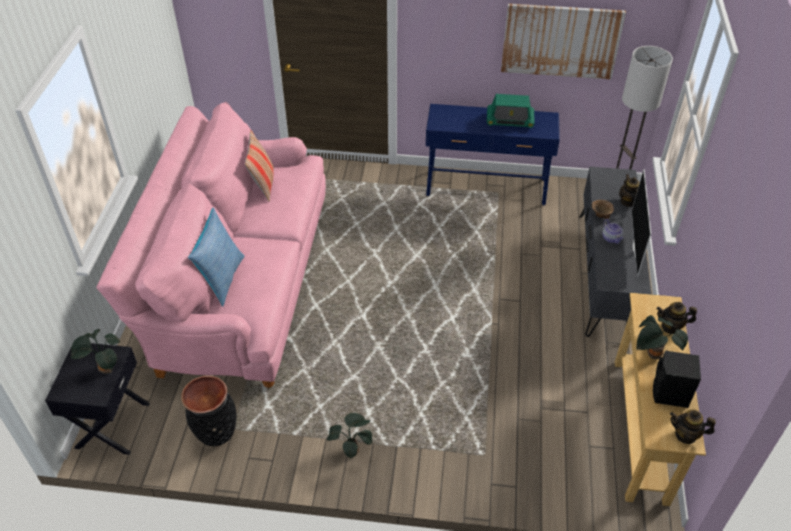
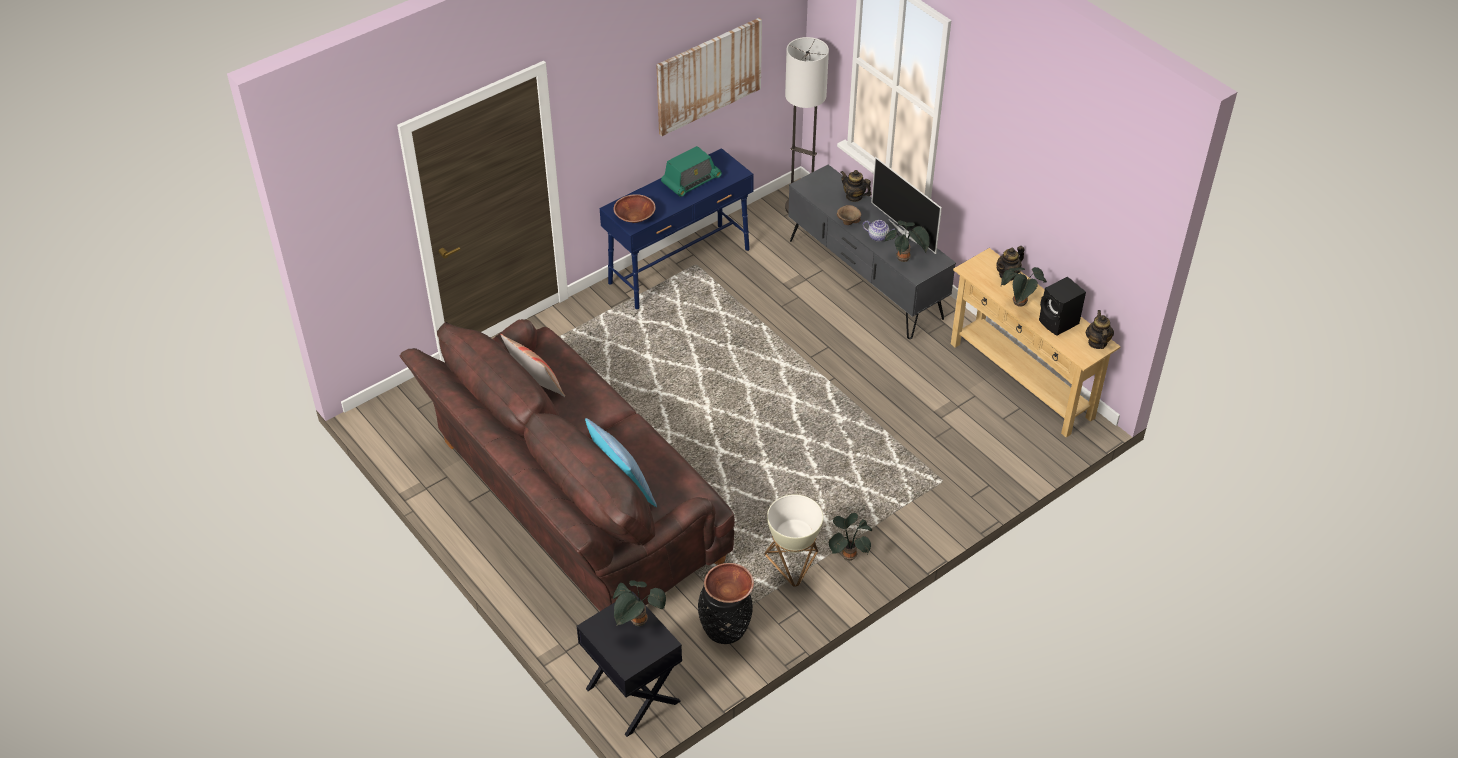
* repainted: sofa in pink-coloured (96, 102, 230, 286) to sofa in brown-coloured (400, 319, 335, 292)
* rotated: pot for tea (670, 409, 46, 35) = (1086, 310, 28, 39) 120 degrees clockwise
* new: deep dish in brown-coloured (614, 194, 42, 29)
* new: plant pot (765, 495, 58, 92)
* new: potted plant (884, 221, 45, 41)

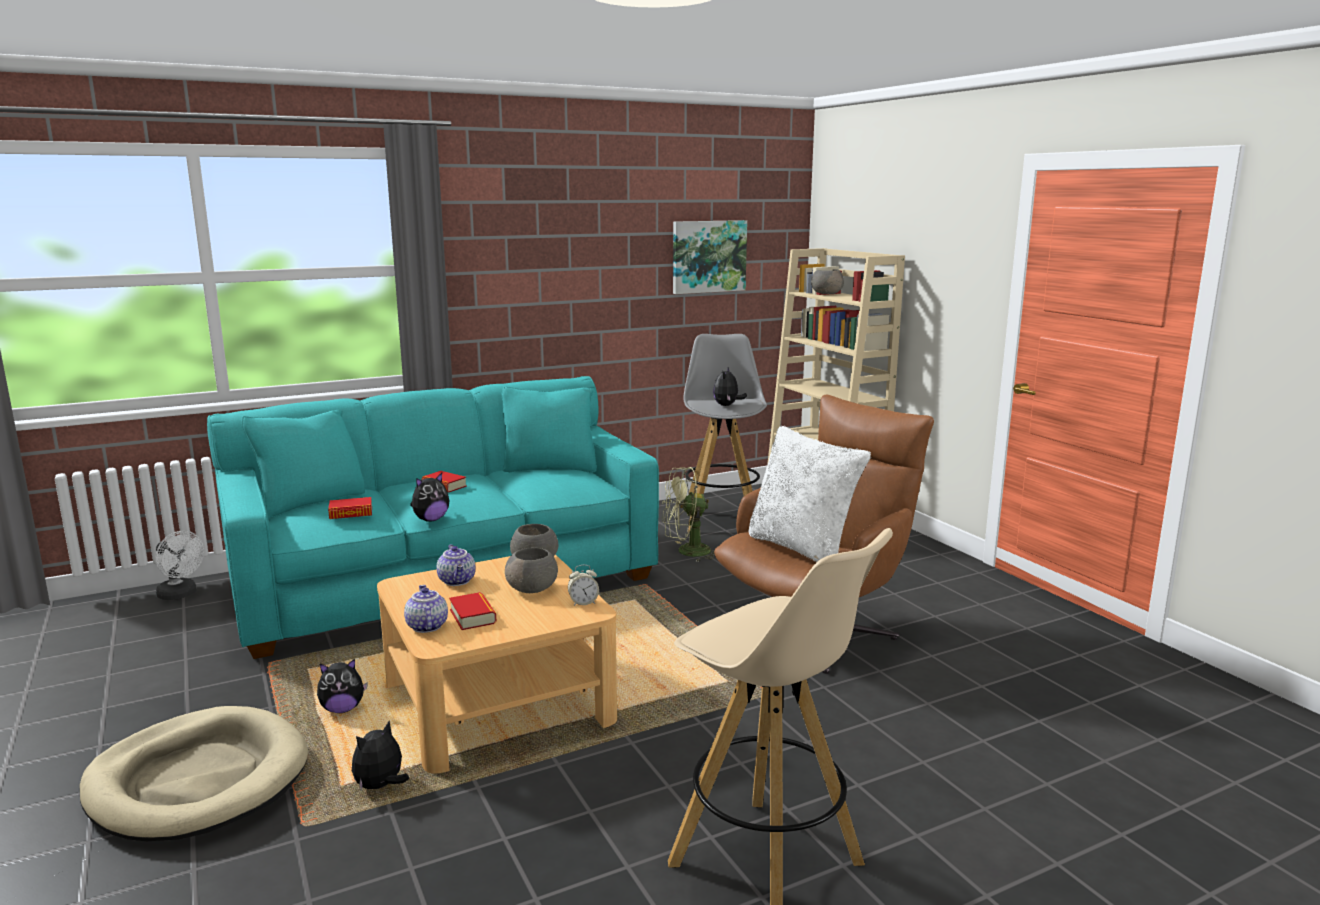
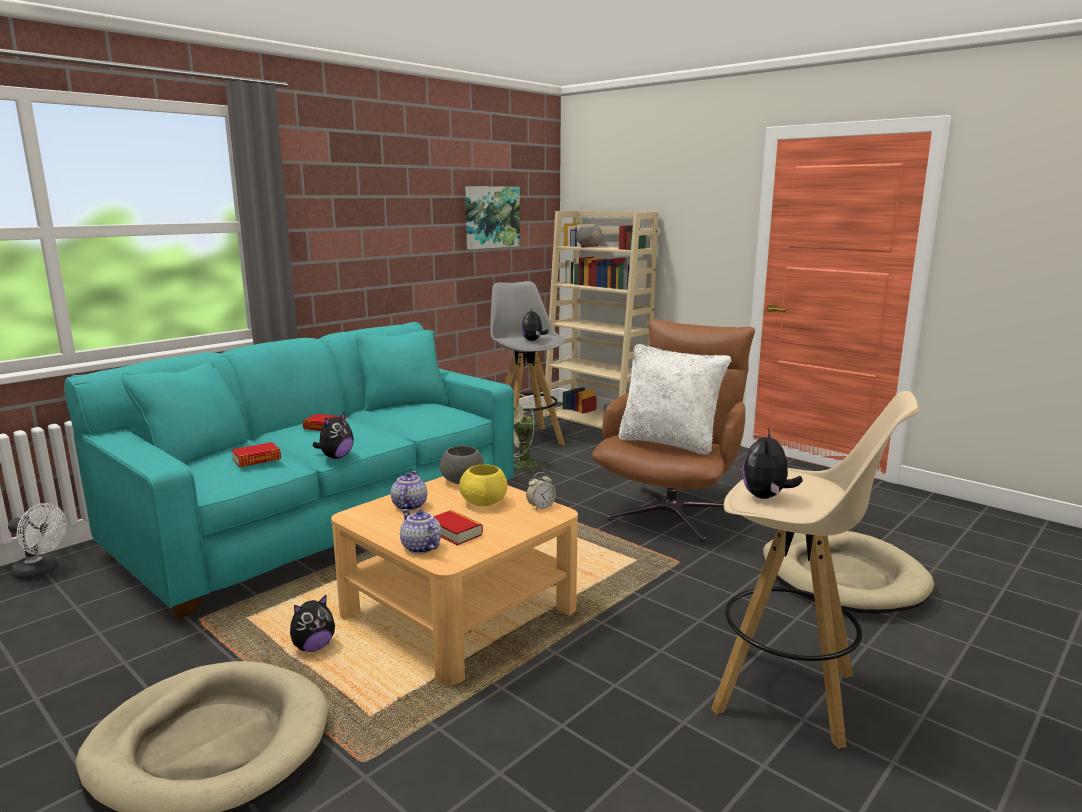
* shifted: soft toy (352, 721, 57, 70) to (742, 428, 61, 71)
* rotated: pot for tea (437, 544, 38, 42) = (391, 471, 36, 39) 135 degrees counterclockwise
* repainted: deep dish in gray (505, 547, 53, 46) to deep dish in yellowish (459, 464, 49, 42)
* new: pet bed in beige (763, 531, 171, 83)

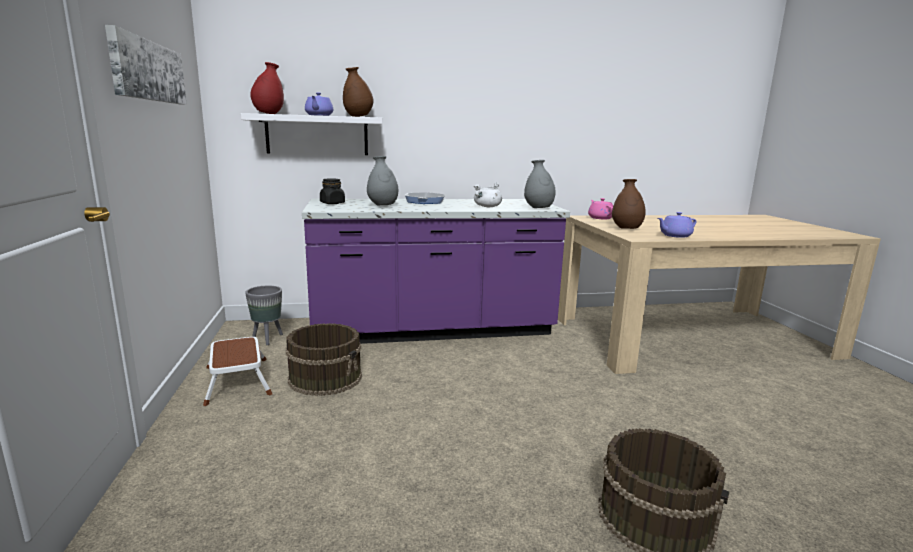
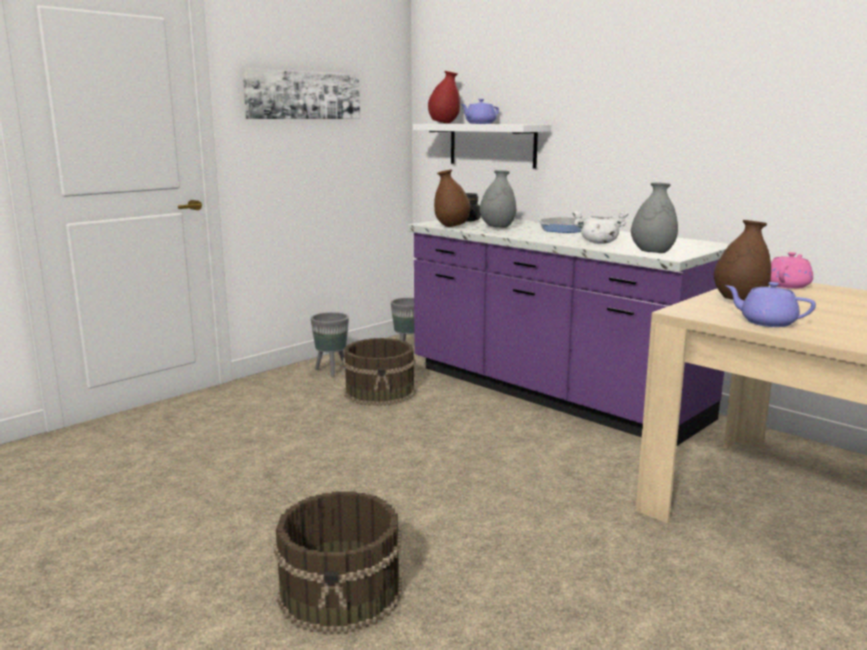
* swapped: step ladder in brown-coloured (203, 337, 69, 69) to plant pot in gray (311, 312, 38, 65)
* shifted: vase in brown-coloured (343, 67, 31, 50) to (434, 170, 37, 57)

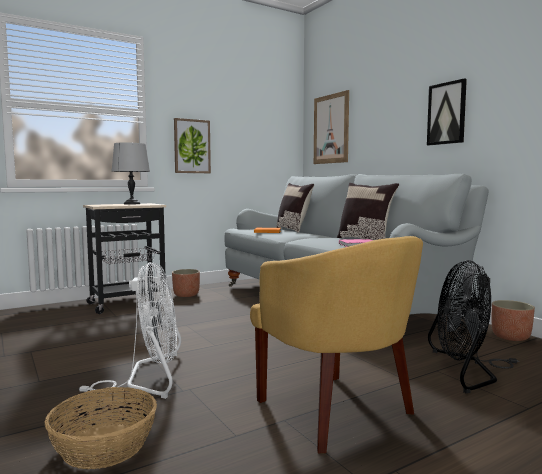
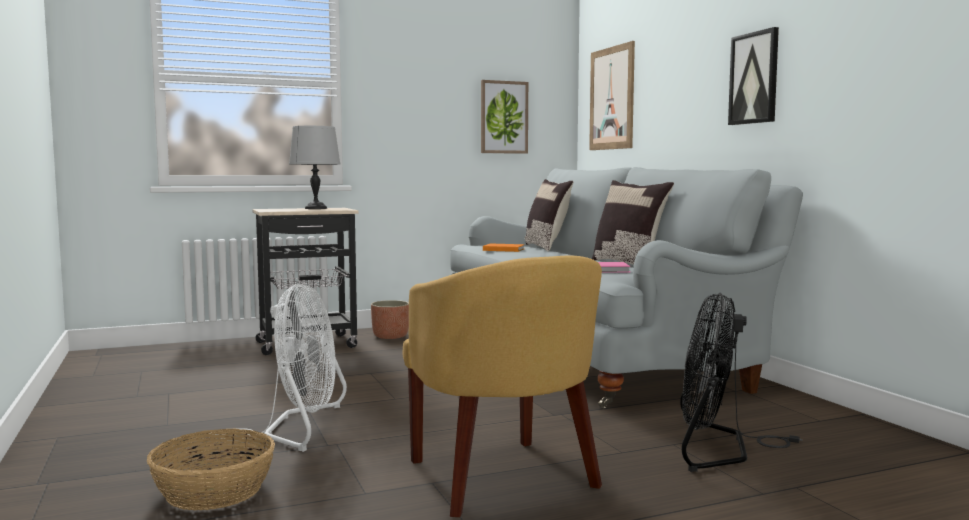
* shifted: wall picture (174, 118, 37, 55) to (481, 80, 47, 74)
* gone: plant pot (492, 300, 43, 41)

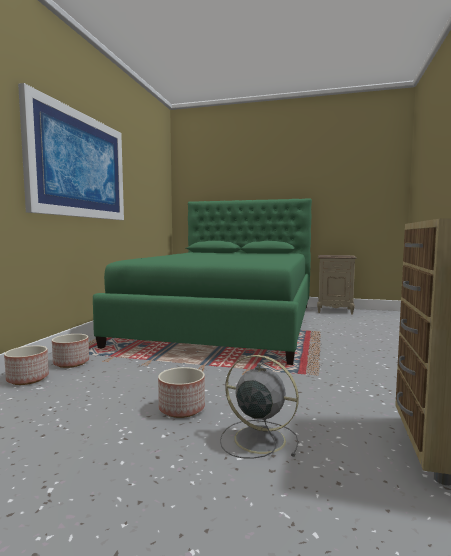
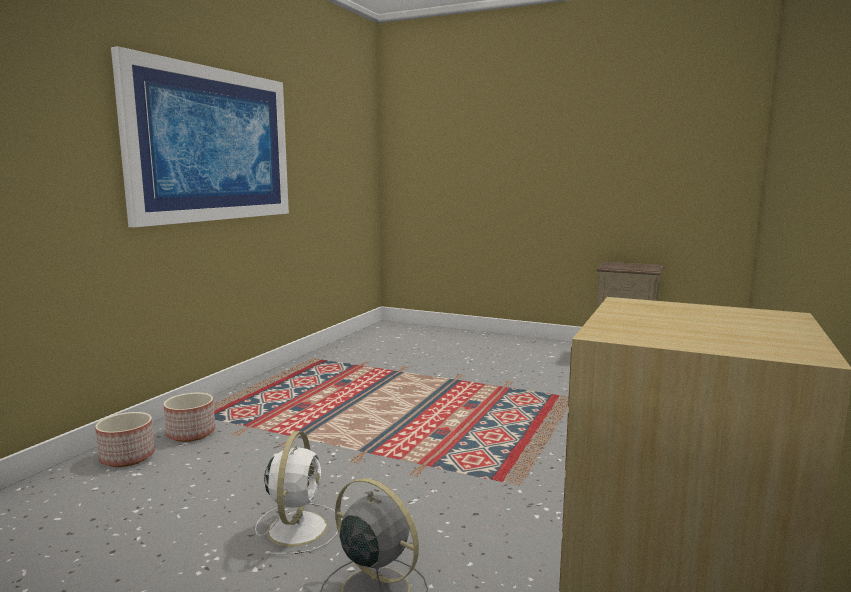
* gone: sleeping bed in green (93, 198, 219, 167)
* swapped: plant pot (158, 367, 47, 51) to electric fan in whitish (255, 431, 83, 125)

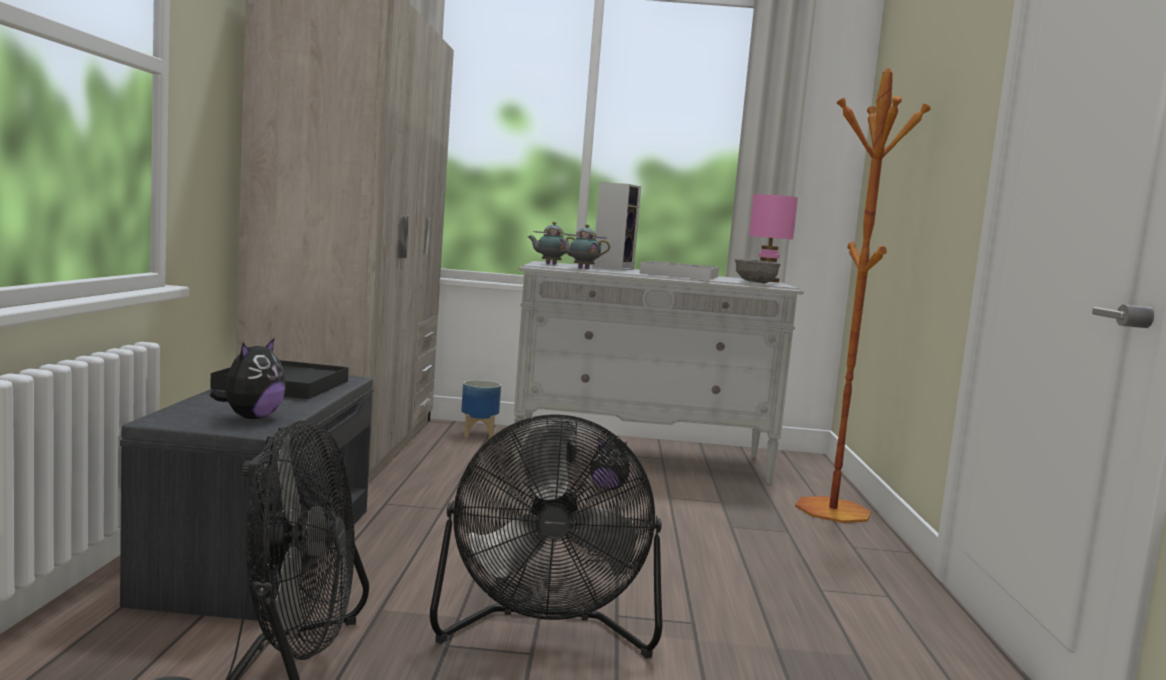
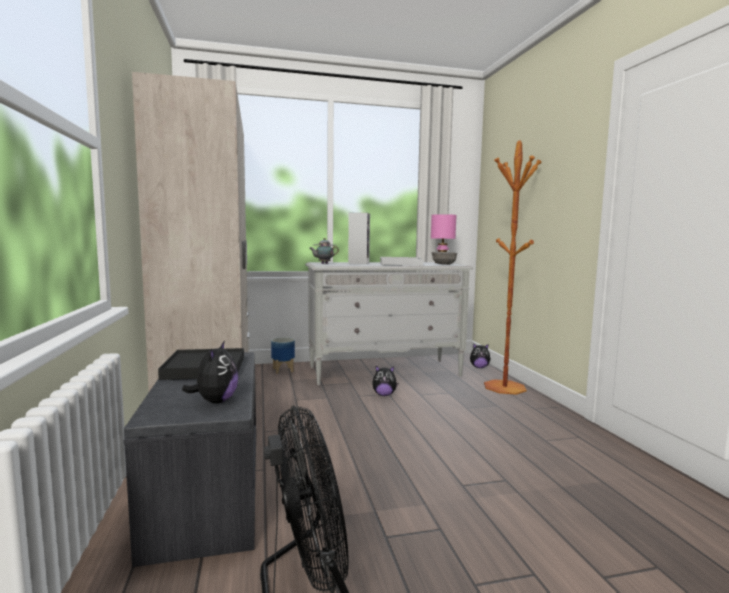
* gone: electric fan in black-coloured (430, 414, 233, 245)
* gone: pot for tea (560, 224, 50, 45)
* new: soft toy (470, 343, 21, 25)

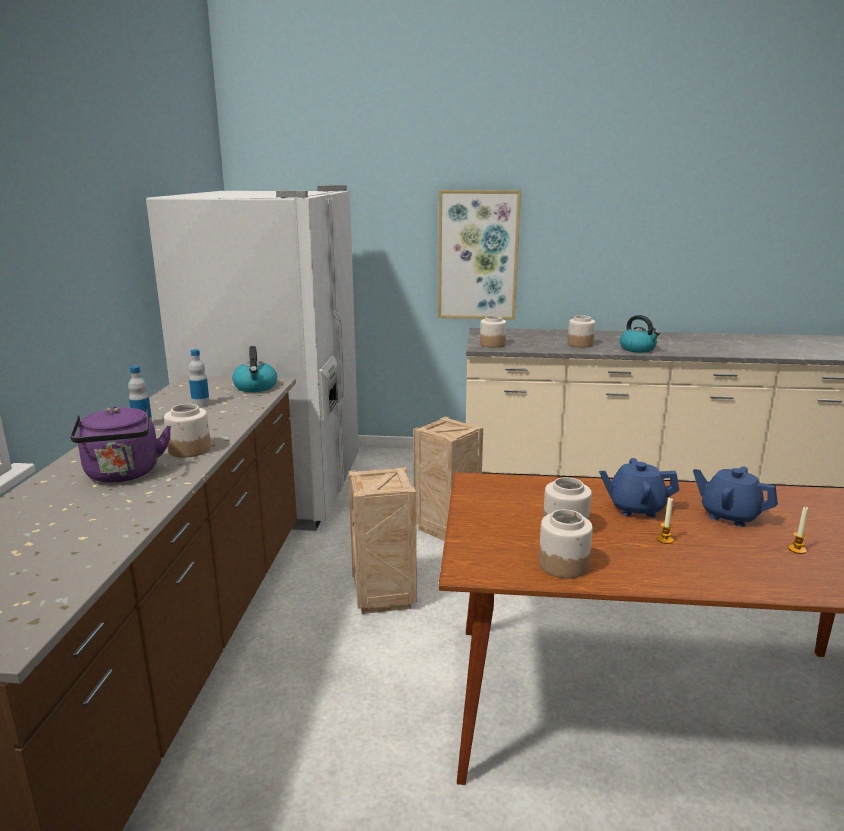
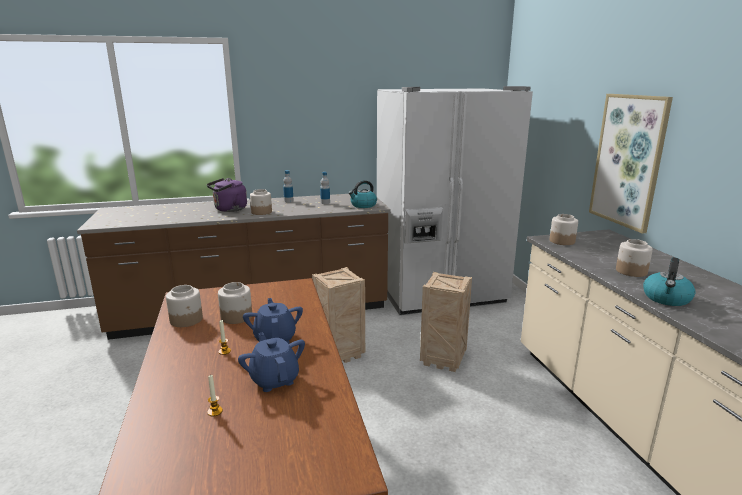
* rotated: pot for tea in blue (693, 466, 85, 61) = (238, 332, 67, 60) 45 degrees counterclockwise

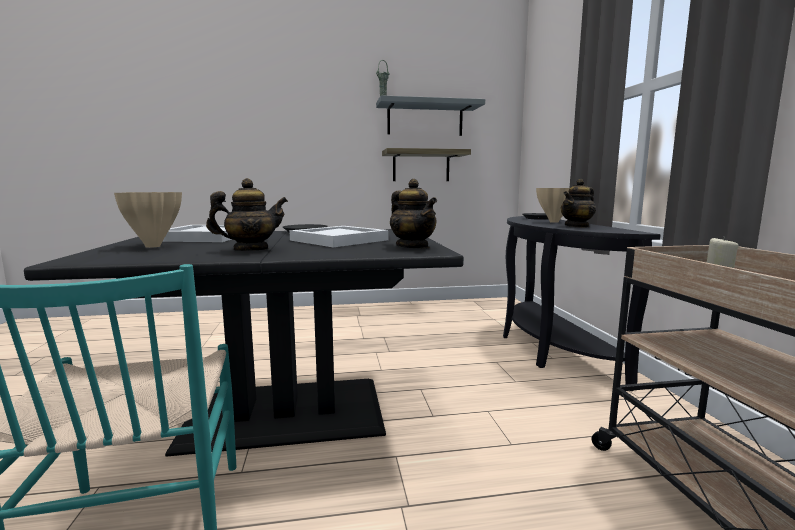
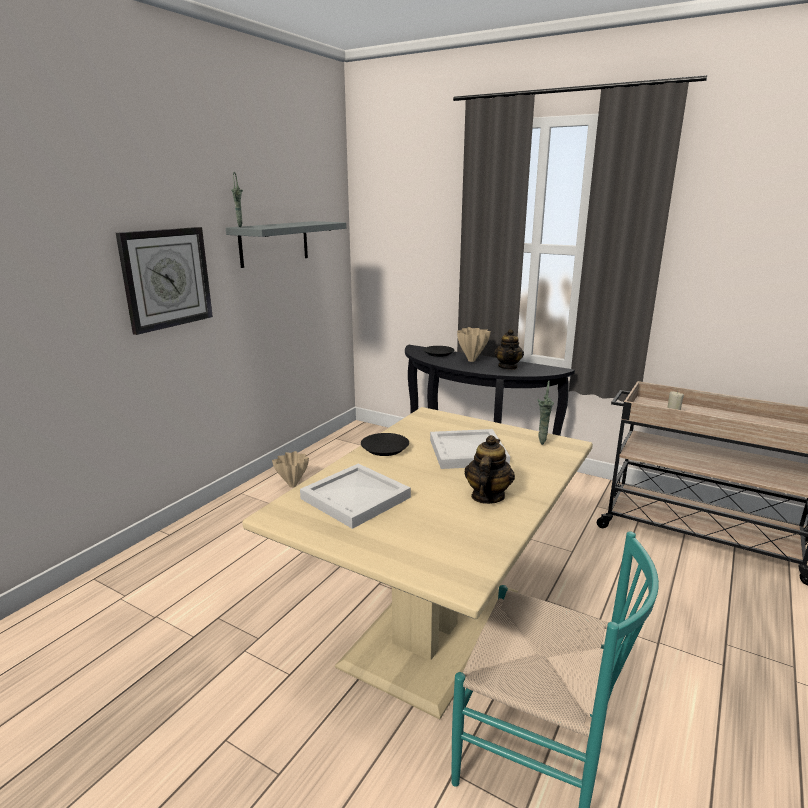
* repainted: dining table in black-coloured (24, 229, 440, 228) to dining table in beige (242, 407, 351, 312)
* shifted: vase in beige (114, 192, 68, 56) to (272, 451, 37, 37)
* gone: bracket shelf (382, 148, 89, 33)
* swapped: pot for tea (390, 179, 47, 69) to vase in green (538, 381, 16, 64)
* new: wall clock (116, 227, 97, 108)

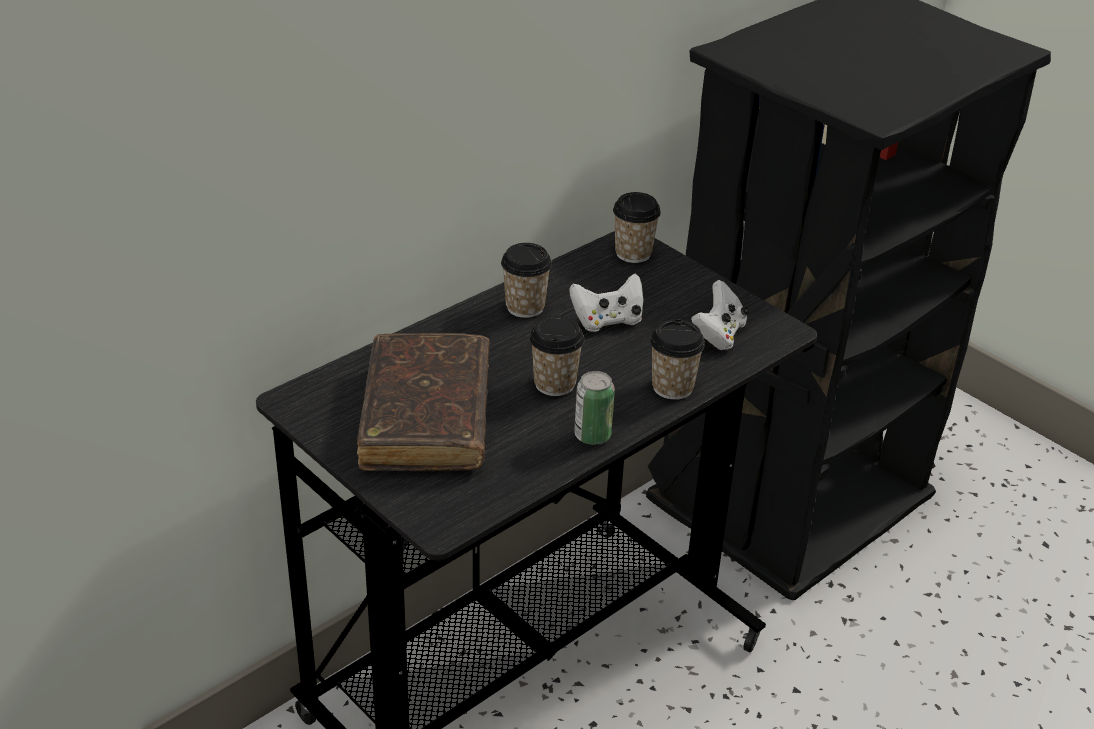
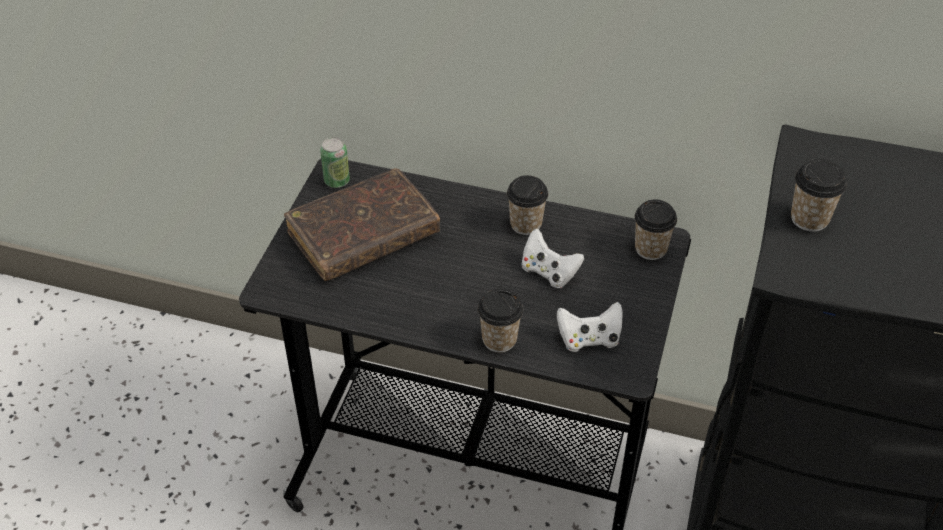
* shifted: drinking cup (530, 316, 54, 80) to (791, 159, 56, 73)
* shifted: can (574, 371, 41, 74) to (320, 137, 30, 51)

